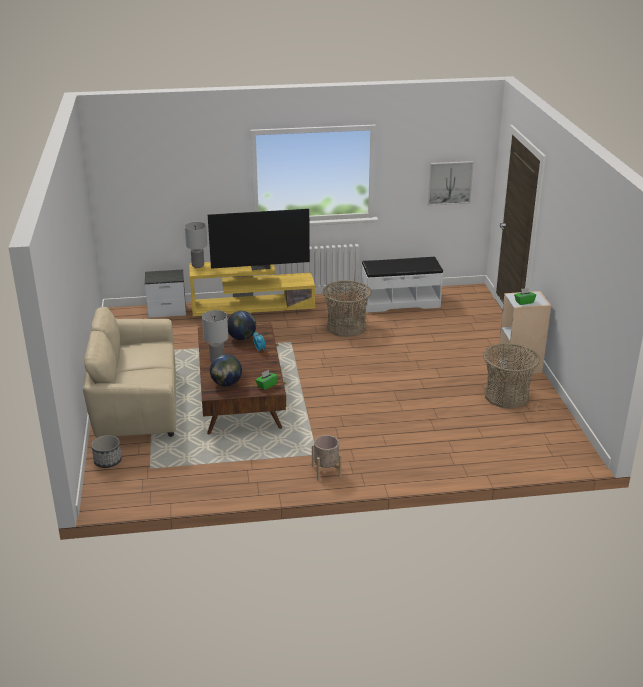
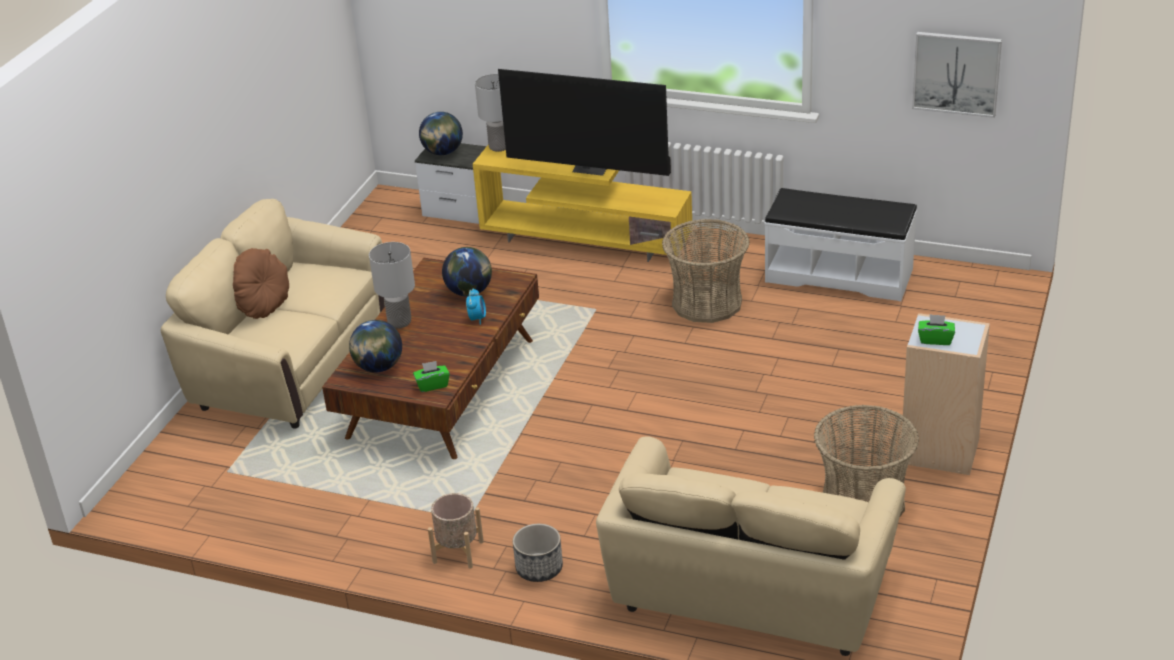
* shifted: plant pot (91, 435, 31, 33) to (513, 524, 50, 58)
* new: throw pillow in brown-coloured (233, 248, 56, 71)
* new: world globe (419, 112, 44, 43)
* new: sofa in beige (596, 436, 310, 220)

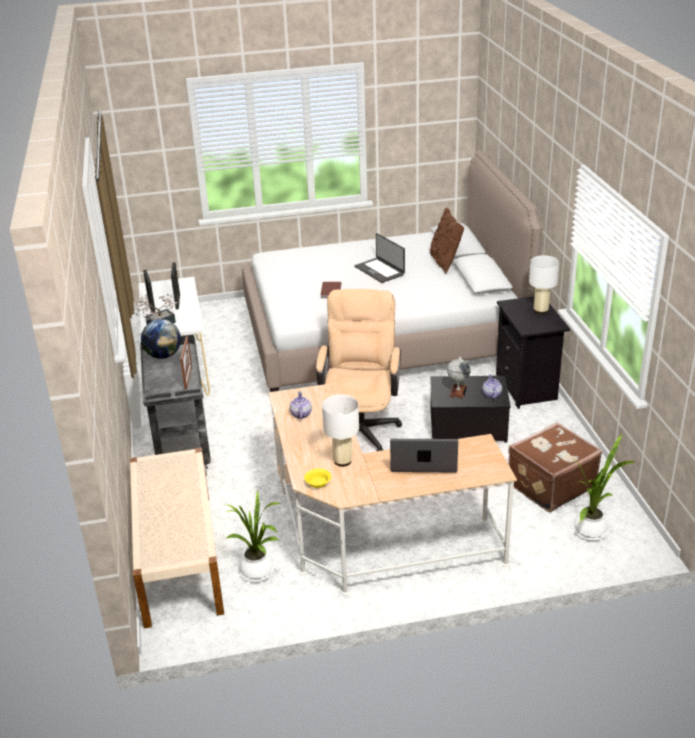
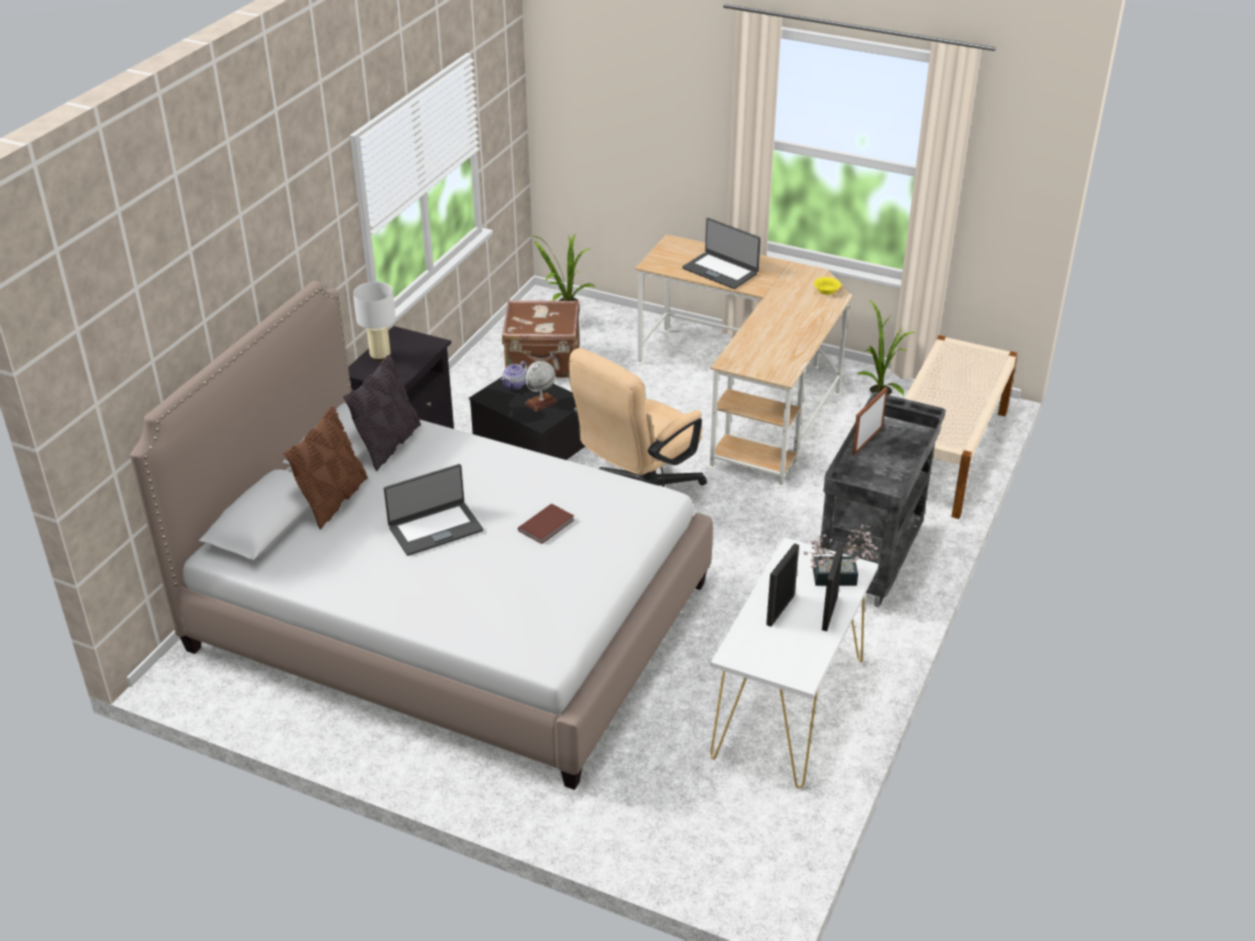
* gone: world globe (141, 319, 40, 40)
* gone: pot for tea (290, 391, 22, 28)
* gone: table lamp in whitish (322, 395, 37, 72)
* rotated: notebook computer (355, 233, 50, 50) = (384, 464, 99, 92) 60 degrees clockwise
* new: throw pillow in black-coloured (343, 355, 78, 116)

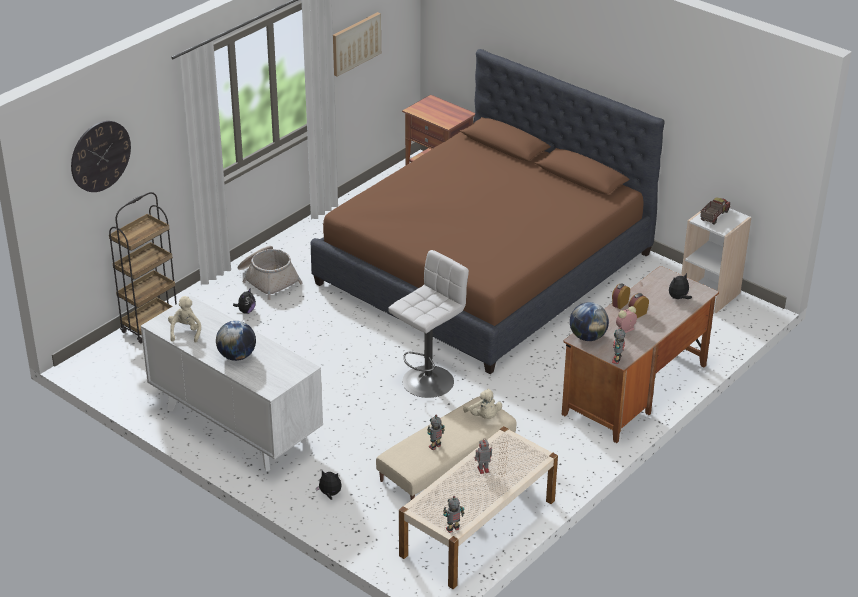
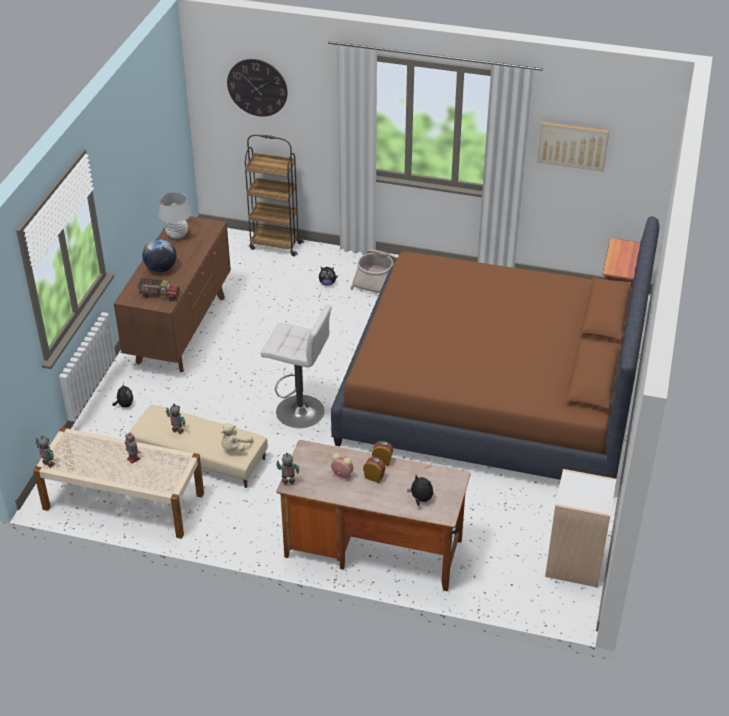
* repainted: dresser in whitish (141, 296, 182, 175) to dresser in brown-coloured (114, 216, 117, 156)
* swapped: soft toy in beige (168, 296, 33, 46) to table lamp in whitish (158, 192, 33, 47)
* gone: world globe (570, 302, 39, 39)
* shifted: toy truck (700, 198, 30, 27) to (137, 278, 43, 23)

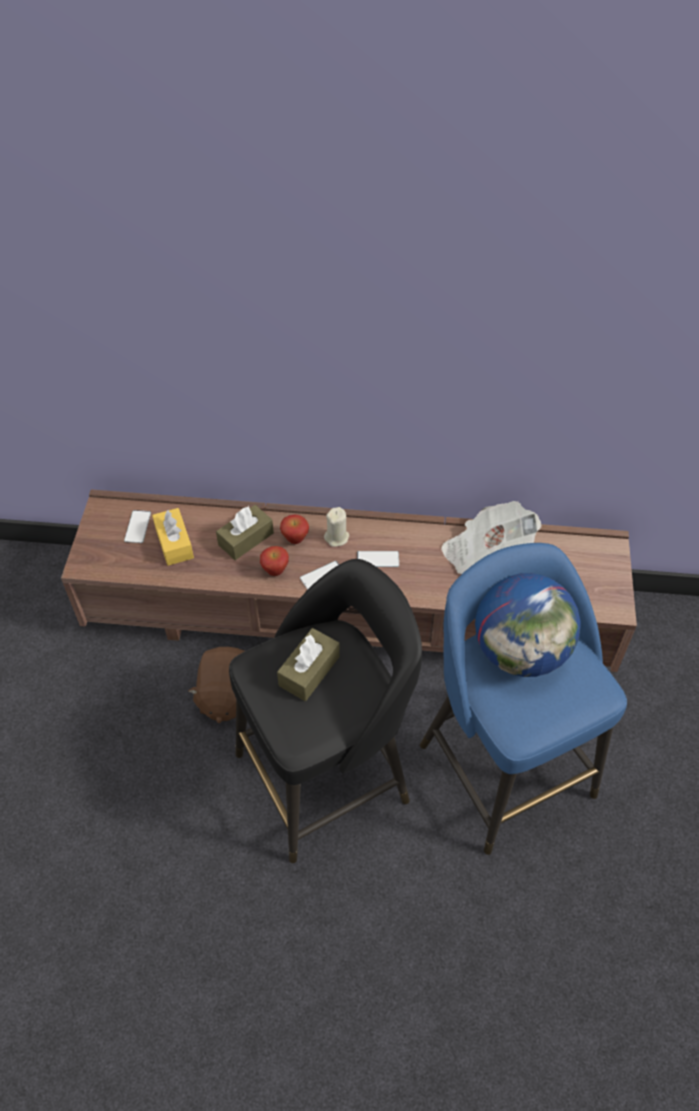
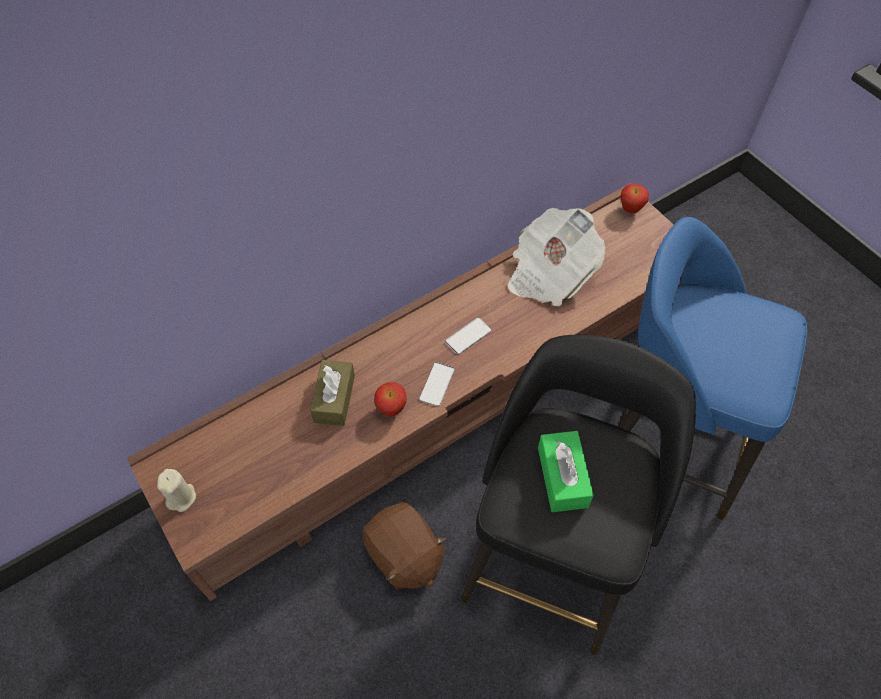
* gone: handset (124, 510, 27, 33)
* gone: tissue holder in yellowish (152, 508, 42, 58)
* repainted: tissue holder in brown-coloured (277, 628, 63, 73) to tissue holder in green (538, 431, 56, 81)
* shifted: apple fruit (280, 515, 29, 29) to (620, 184, 29, 29)
* shifted: wax candle in beige (324, 507, 25, 40) to (157, 469, 39, 43)
* gone: world globe (475, 573, 106, 104)

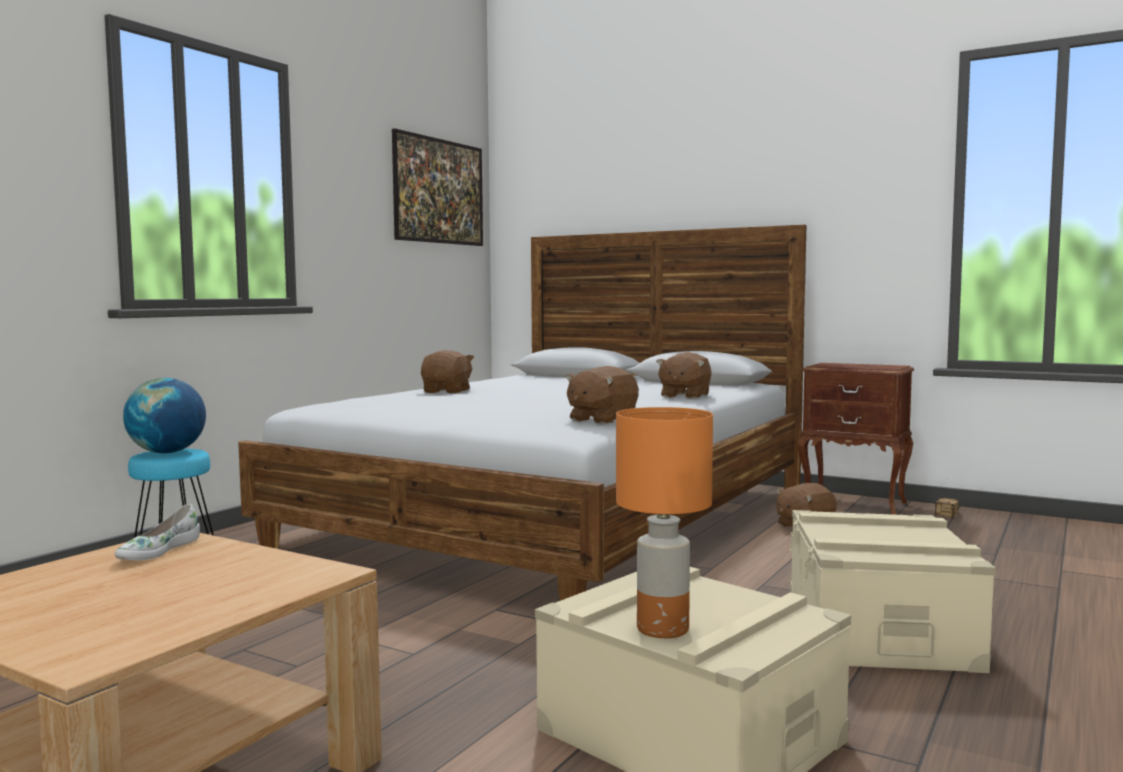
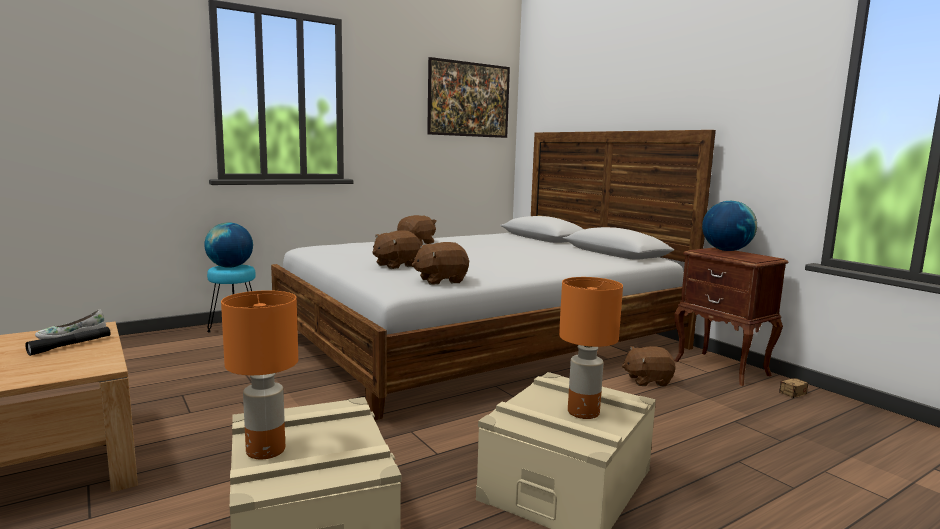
* shifted: soft toy in brown-coloured (656, 352, 56, 47) to (372, 230, 50, 39)
* new: flashlight in black-coloured (25, 327, 85, 29)
* new: table lamp in orange (559, 277, 64, 142)
* new: world globe (702, 201, 55, 50)

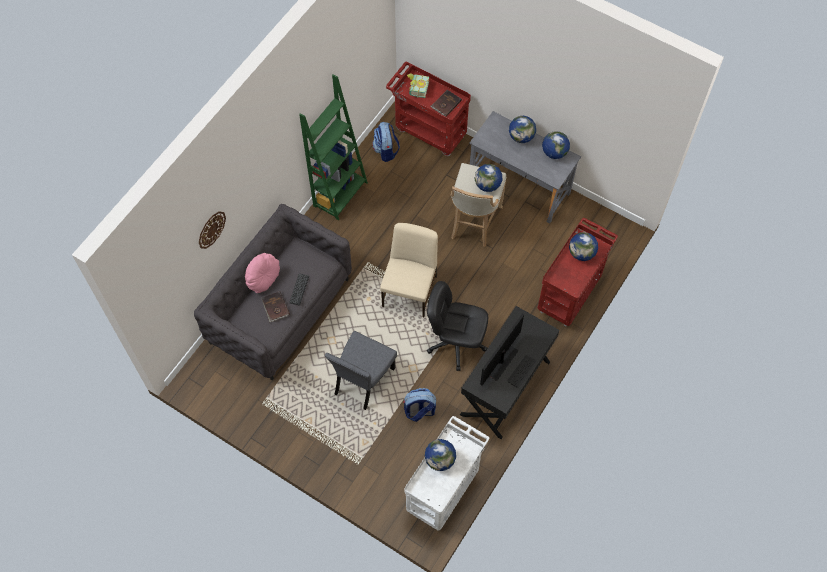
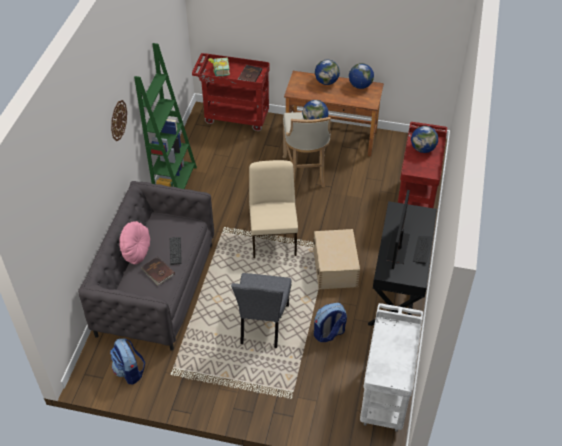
* shifted: wall clock (199, 211, 27, 38) to (111, 100, 16, 41)
* shifted: rucksack (372, 122, 28, 40) to (110, 338, 35, 47)
* gone: world globe (425, 439, 31, 32)
* swapped: computer chair in black-coloured (427, 281, 61, 90) to storage bin in beige (313, 229, 47, 60)
* repainted: desk in gray (469, 111, 112, 113) to desk in brown-coloured (284, 71, 100, 85)

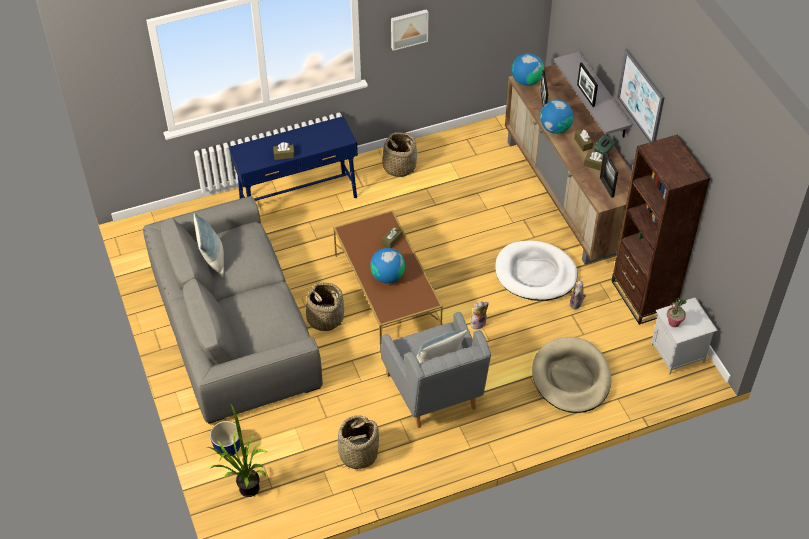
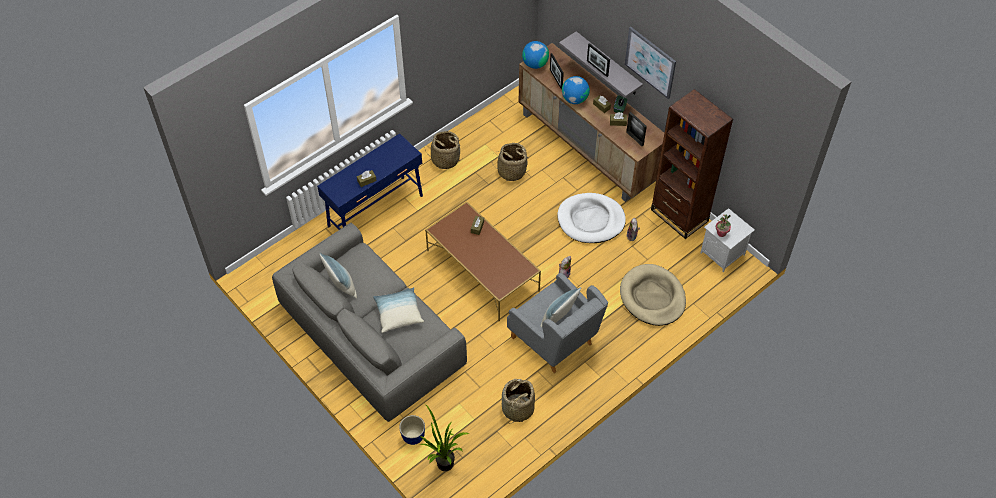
* shifted: storage basket (302, 282, 43, 49) to (491, 143, 39, 38)
* gone: world globe (370, 248, 35, 35)
* gone: wall picture (391, 9, 37, 42)
* new: throw pillow (373, 287, 51, 46)

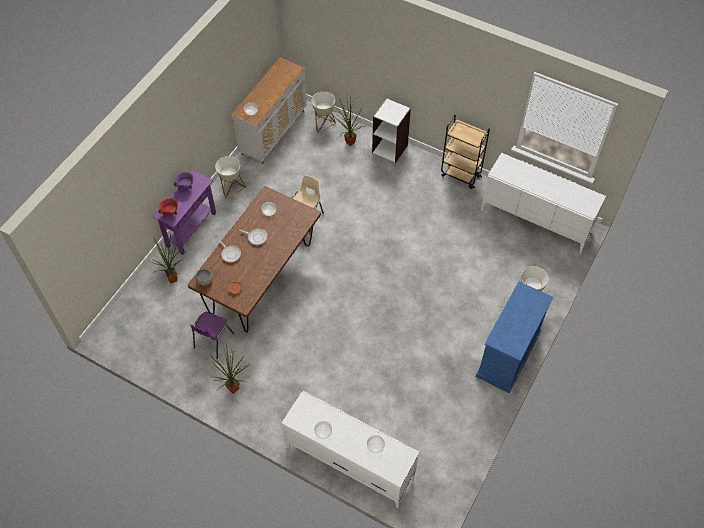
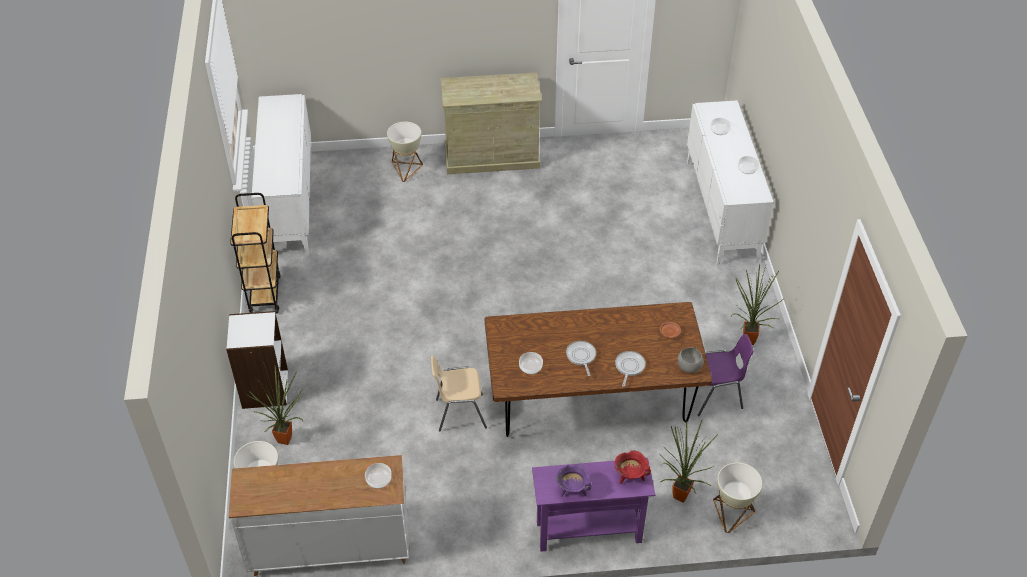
* shifted: plant pot (215, 156, 31, 42) to (713, 462, 49, 71)
* repainted: dresser in blue (476, 282, 77, 111) to dresser in beige (440, 73, 102, 101)

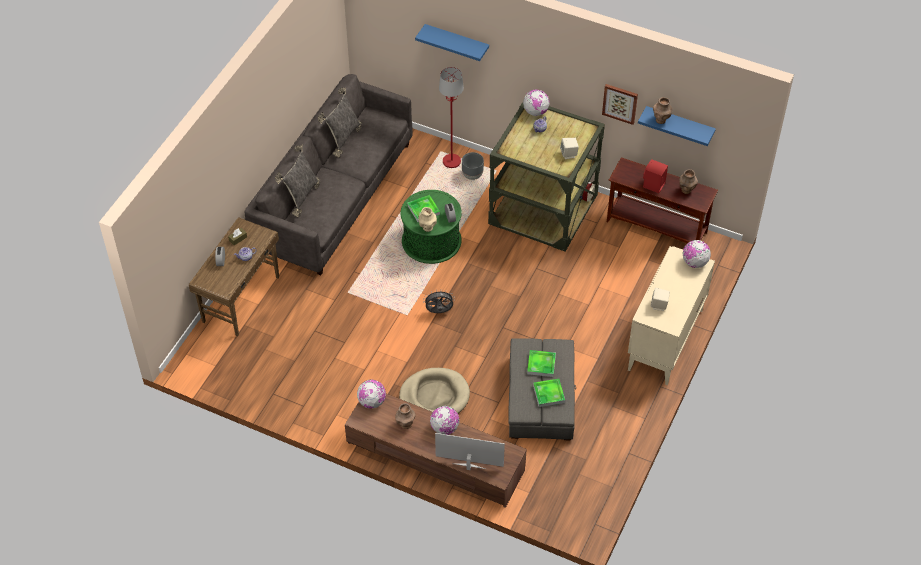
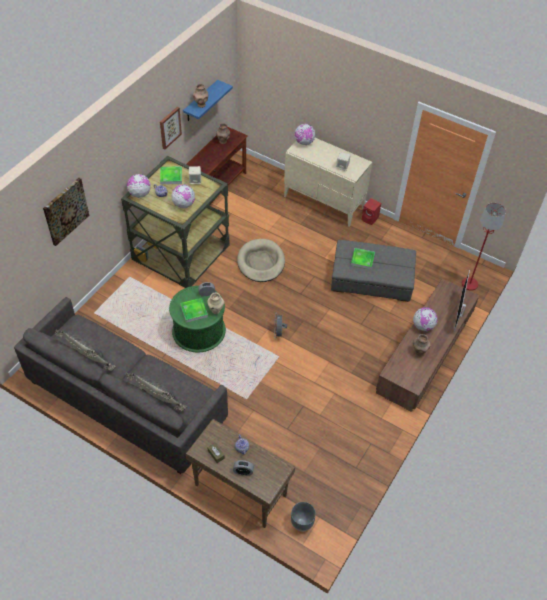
* shifted: world globe (357, 379, 29, 30) to (171, 185, 24, 23)
* shifted: pet bed in beige (399, 368, 71, 45) to (237, 239, 48, 43)
* swapped: bracket shelf in blue (415, 24, 74, 37) to wall picture (43, 178, 47, 68)
* shifted: standard lamp in red (439, 67, 25, 101) to (462, 203, 44, 88)
* shifted: plant pot in gray (462, 152, 22, 28) to (291, 502, 25, 29)
* shifted: serving tray (533, 379, 32, 28) to (160, 166, 22, 19)
* shifted: loudspeaker in red (643, 159, 25, 34) to (362, 198, 19, 27)

